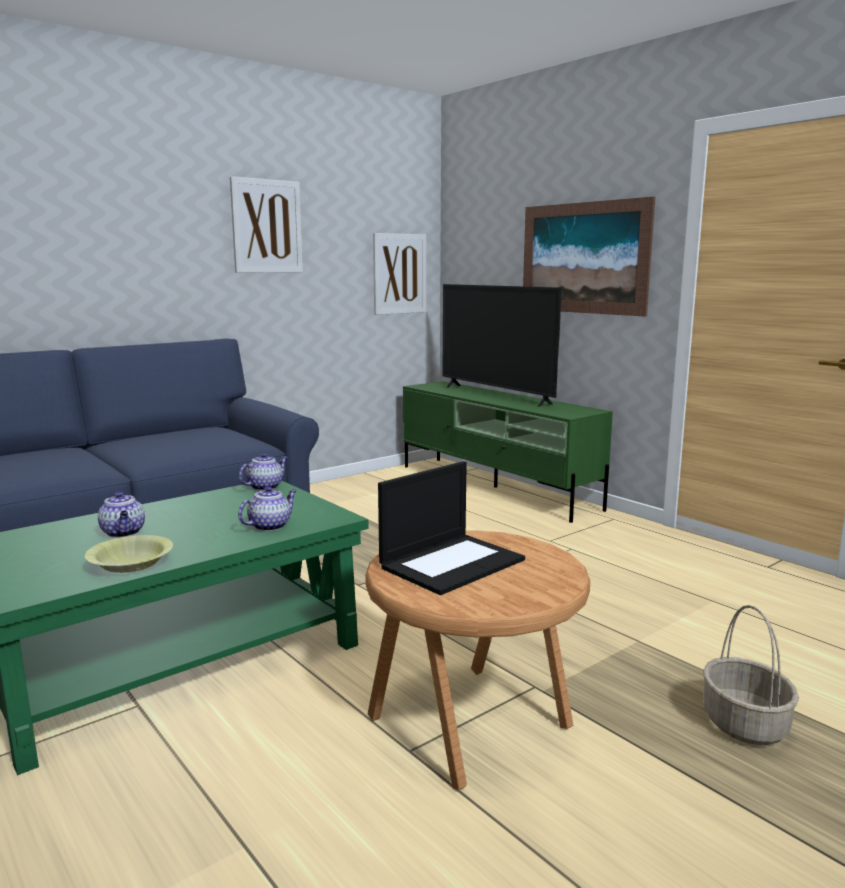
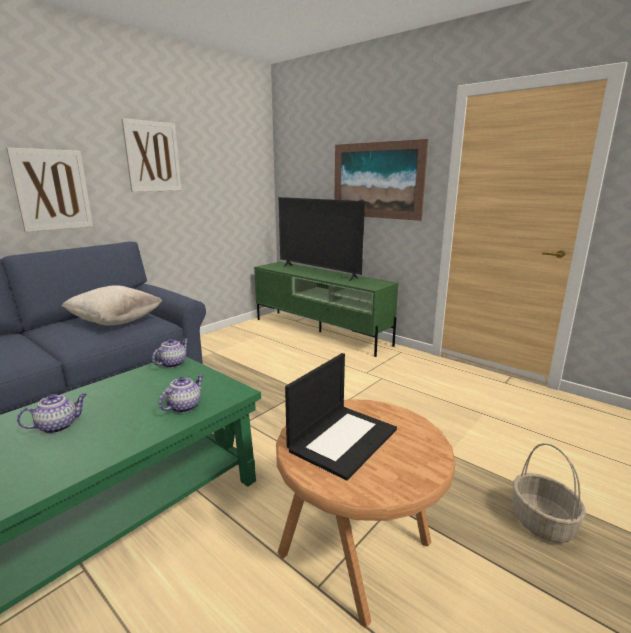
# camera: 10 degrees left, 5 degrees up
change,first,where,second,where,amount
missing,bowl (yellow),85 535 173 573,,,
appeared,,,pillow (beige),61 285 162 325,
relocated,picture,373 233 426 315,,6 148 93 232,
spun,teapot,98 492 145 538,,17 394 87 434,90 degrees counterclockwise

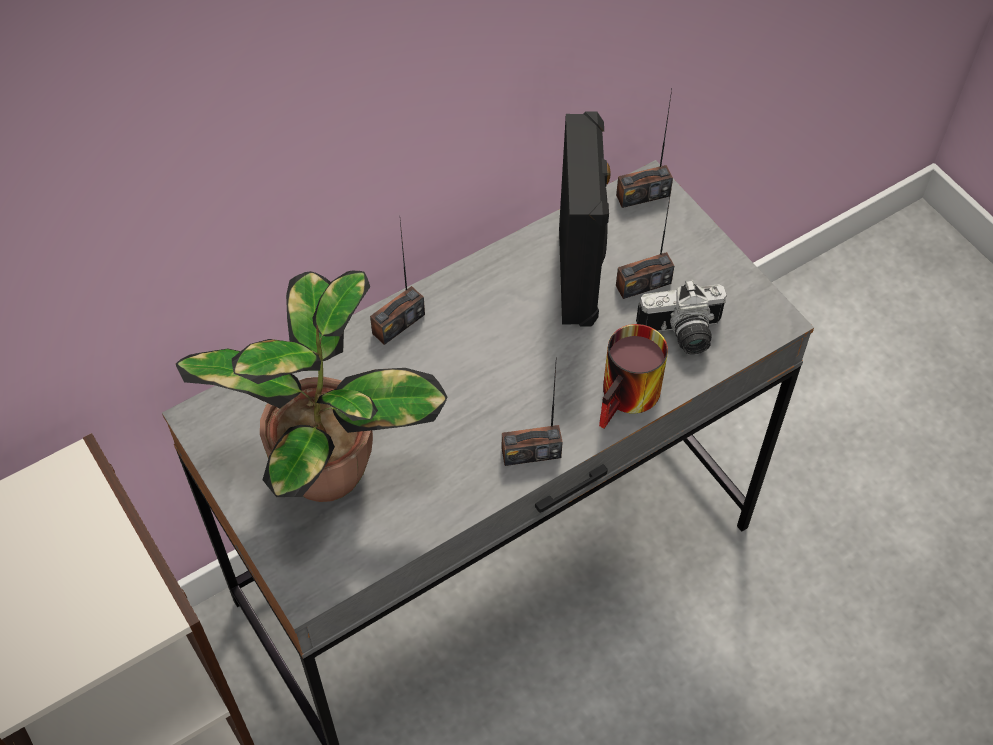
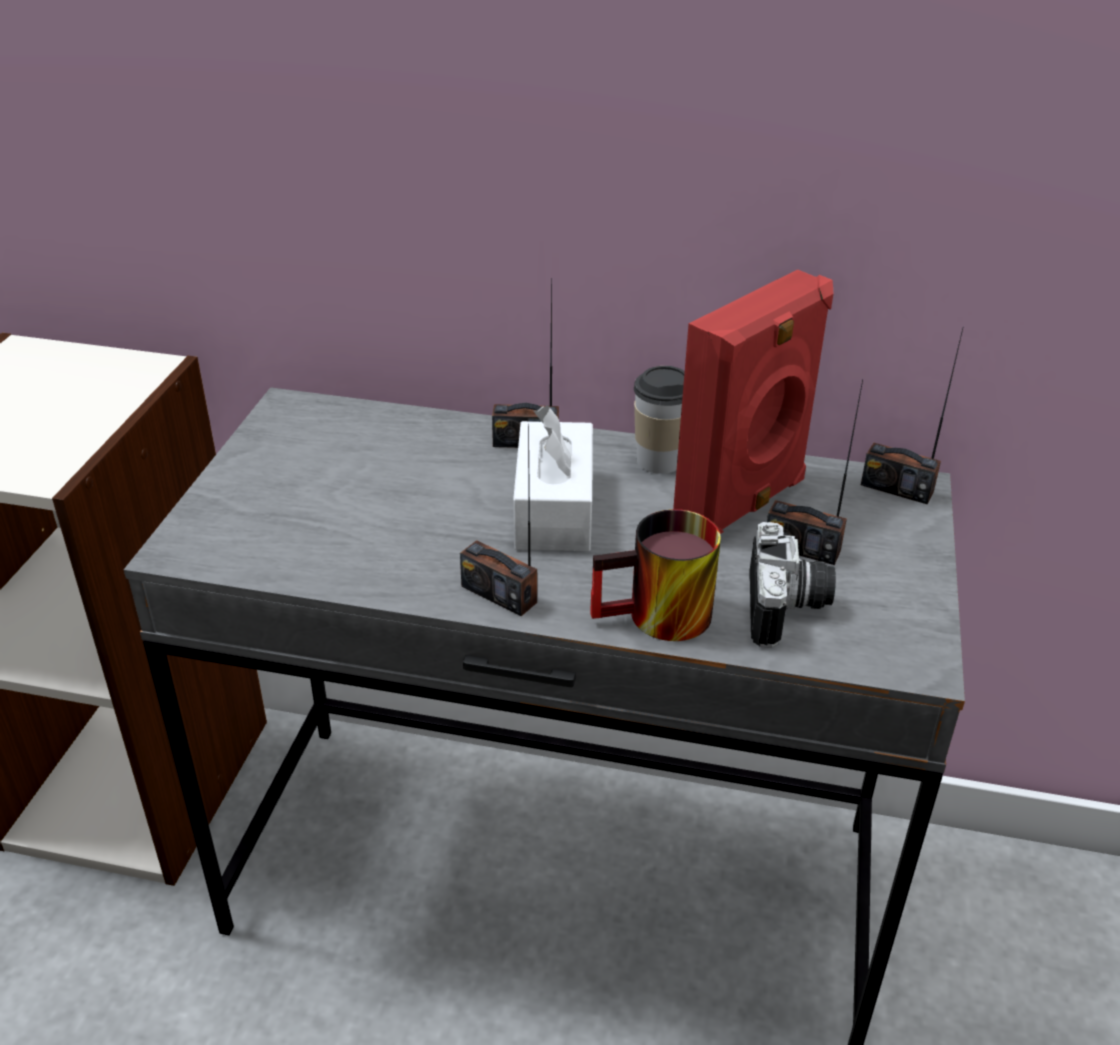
# camera: 45 degrees right, 20 degrees down
change,first,where,second,where,amount
missing,potted plant,176 271 448 502,,,
appeared,,,tissue box (white),513 405 593 551,
appeared,,,cup,634 366 685 474,
colour,speaker (black),559 112 611 327,speaker (red),673 270 834 534,
spun,photo camera,636 280 726 355,,749 522 836 648,120 degrees counterclockwise

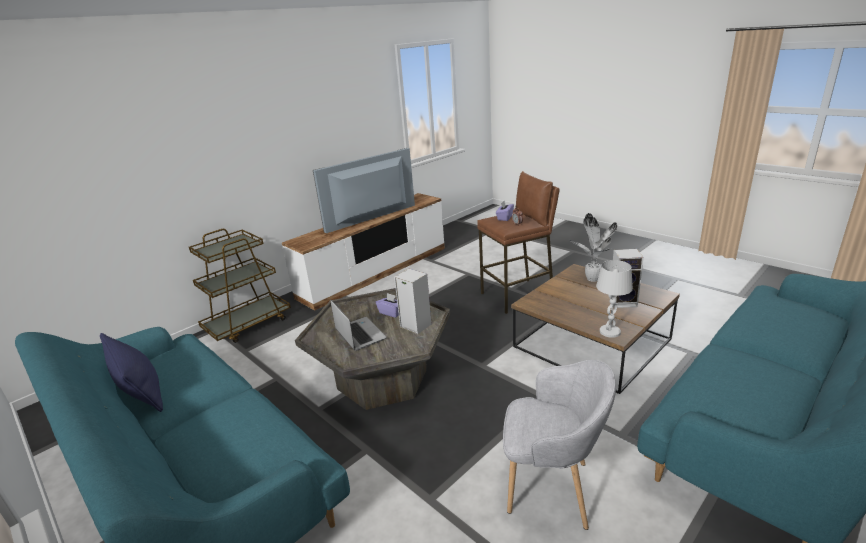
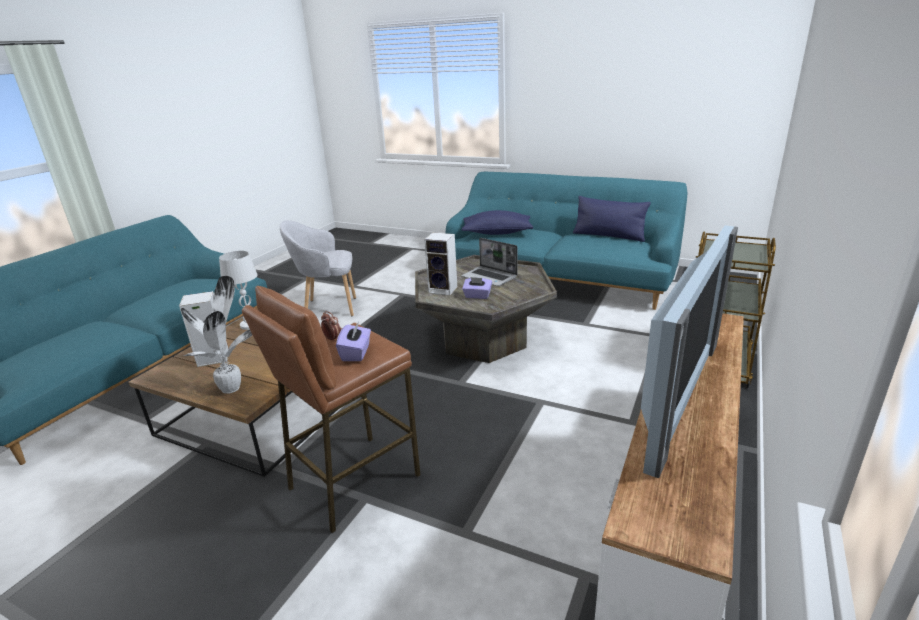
# camera: 160 degrees right, 0 degrees up
change,first,where,second,where,amount
appeared,,,pillow (blue),462 210 533 235,

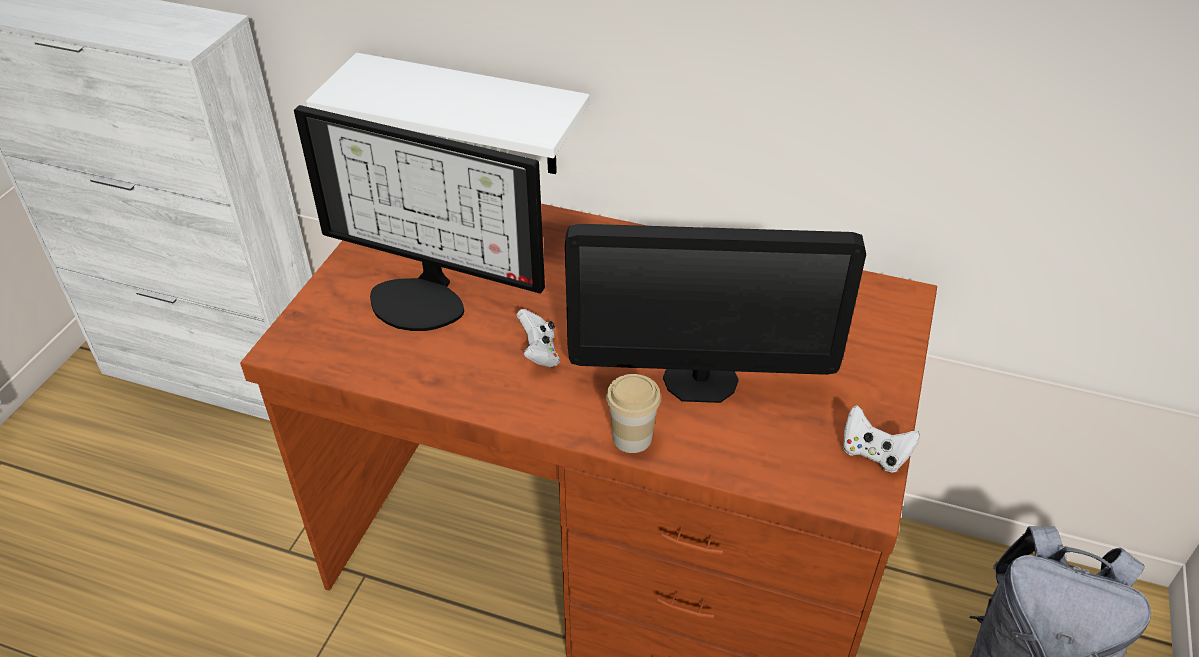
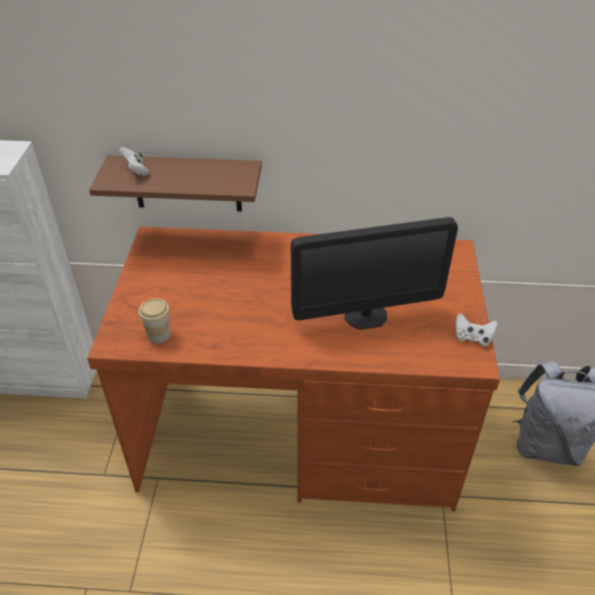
# camera: 15 degrees left, 0 degrees up
change,first,where,second,where,amount
missing,monitor,294 105 545 331,,,
relocated,game controller (white),516 309 560 367,,119 147 149 176,
relocated,cup,606 374 661 453,,138 298 170 344,
colour,shelf (white),306 53 590 174,shelf (brown),89 155 262 212,

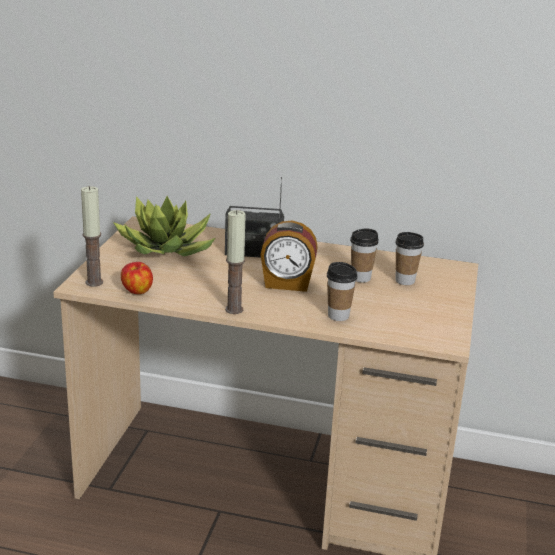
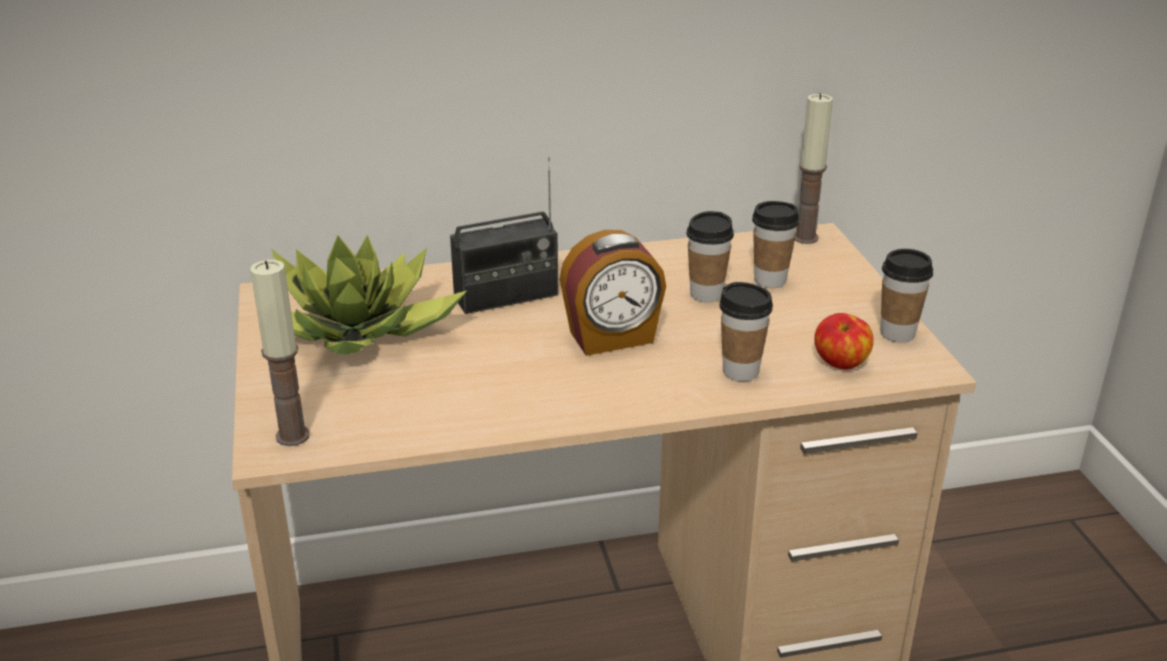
# camera: 25 degrees left, 5 degrees up
change,first,where,second,where,amount
appeared,,,cup,880 249 933 343,
relocated,apple,121 262 153 294,,814 313 874 369,
relocated,candle,225 210 246 314,,795 93 833 244,

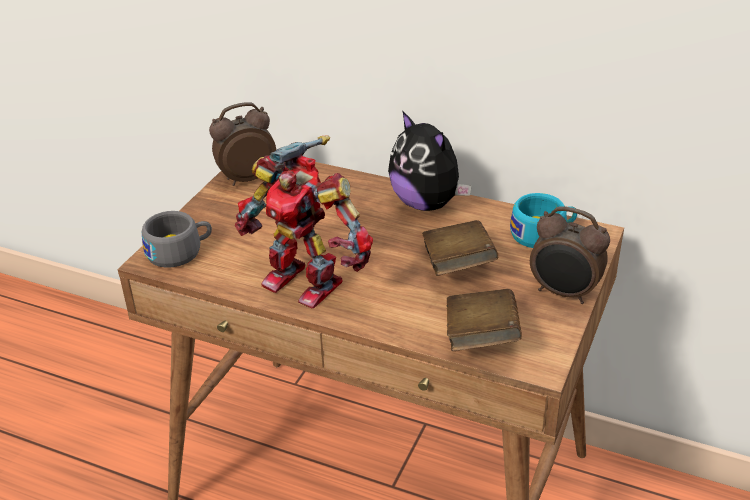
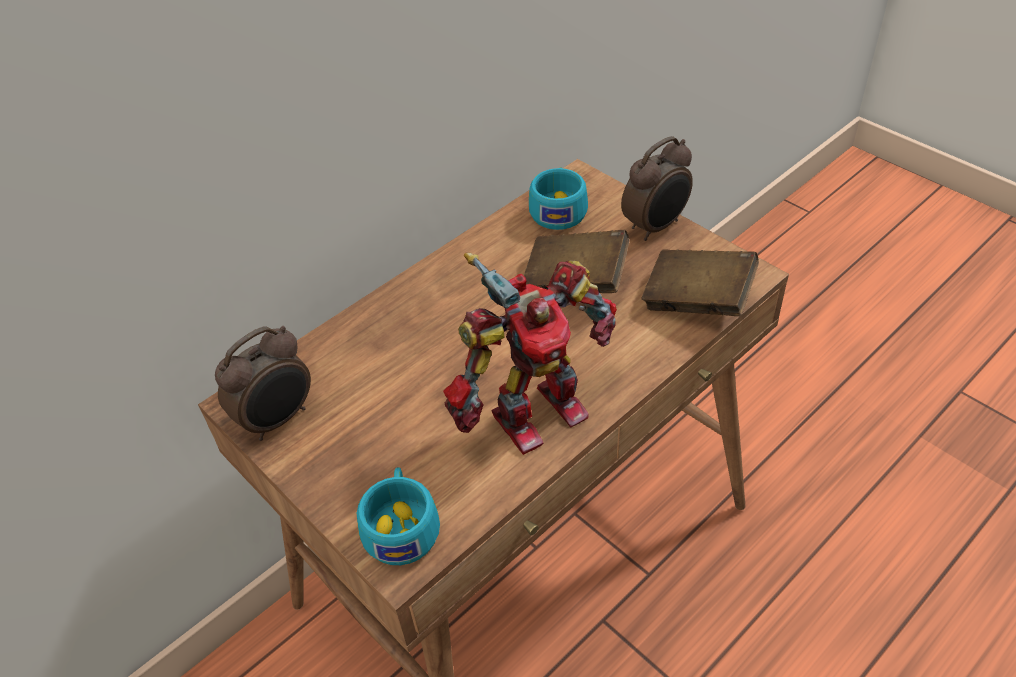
# camera: 65 degrees left, 10 degrees up
change,first,where,second,where,amount
missing,plush toy,388 110 472 211,,,
colour,cup (grey),142 211 212 268,cup (turquoise),357 467 440 565,
spun,alarm clock,209 102 276 186,,215 326 311 441,135 degrees counterclockwise

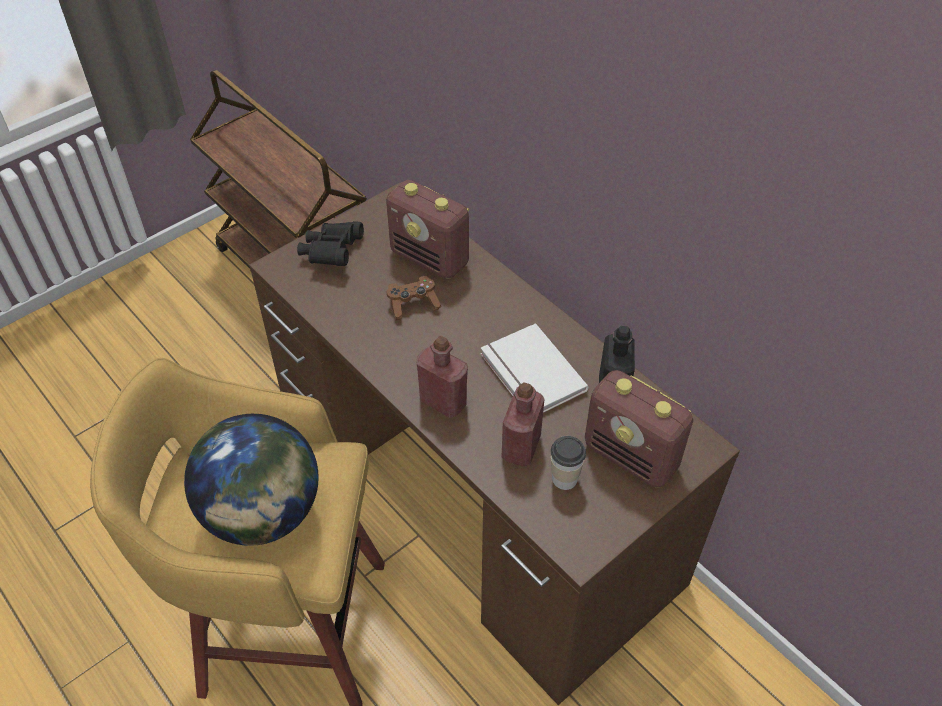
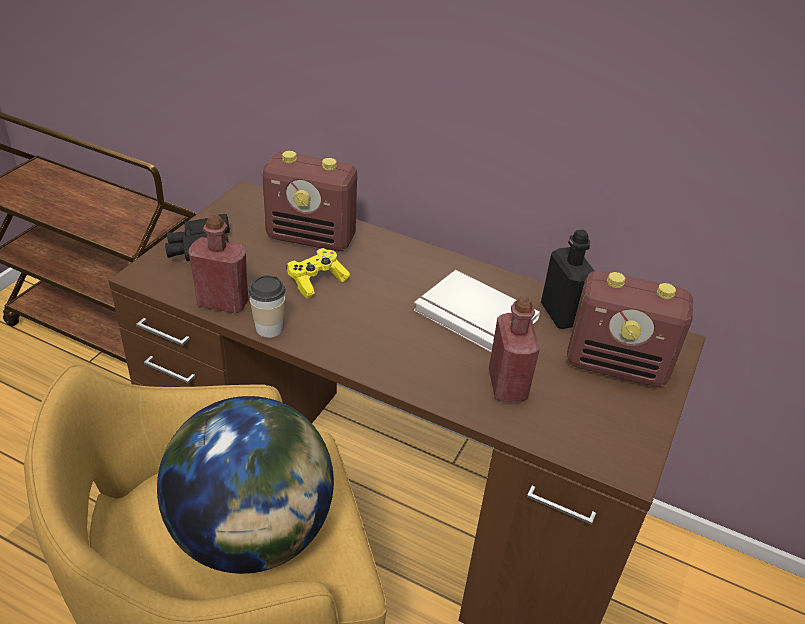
# camera: 25 degrees left, 10 degrees down
change,first,where,second,where,amount
relocated,bottle (red),416 336 468 418,,189 214 249 314,
relocated,cup,551 436 586 490,,248 275 285 338,
colour,game controller (brown),387 276 441 320,game controller (yellow),287 248 350 299,

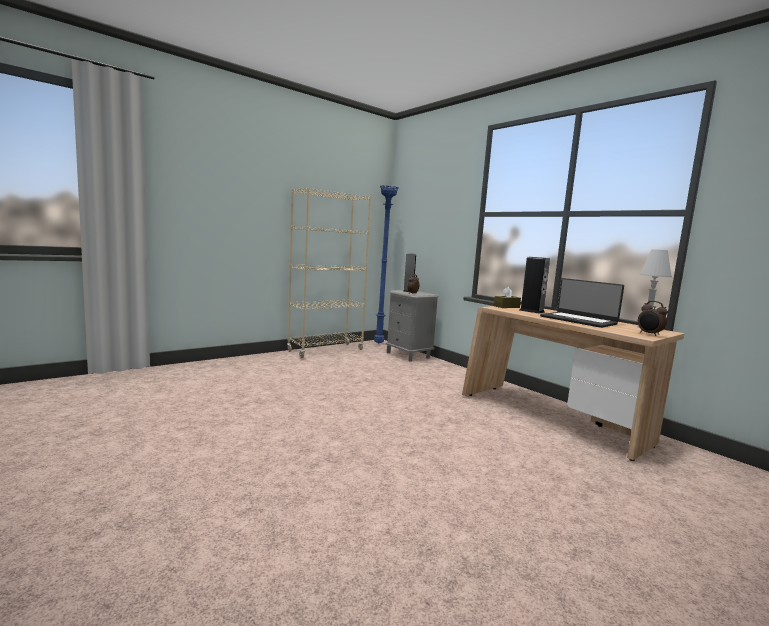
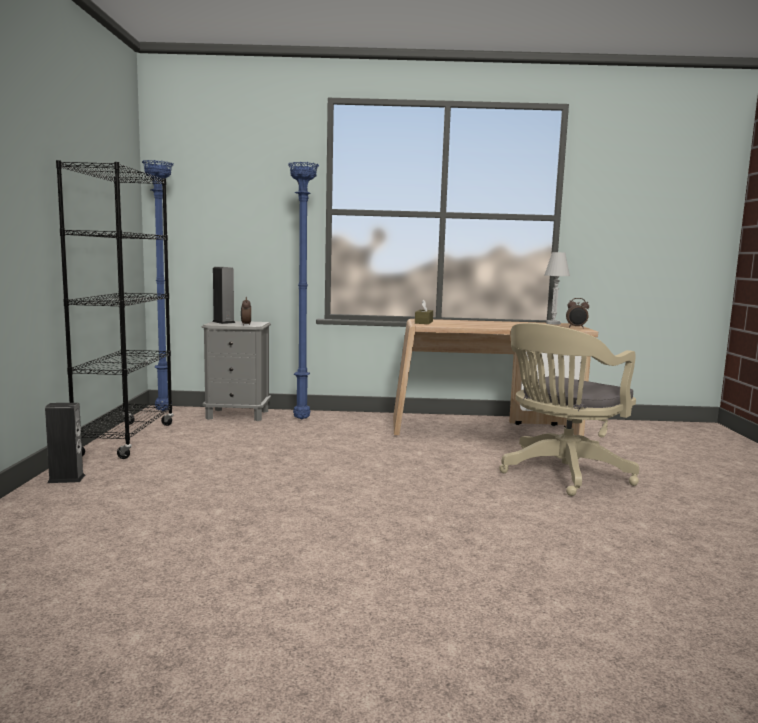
# camera: 50 degrees left, 0 degrees up
change,first,where,second,where,amount
missing,laptop,540 278 624 328,,,
appeared,,,floor lamp (blue),288 162 319 420,
appeared,,,office chair (beige),499 323 639 496,
relocated,speaker,520 257 550 314,,45 403 85 483,
colour,bookcase (beige),287 187 371 358,bookcase (black),56 160 174 459,

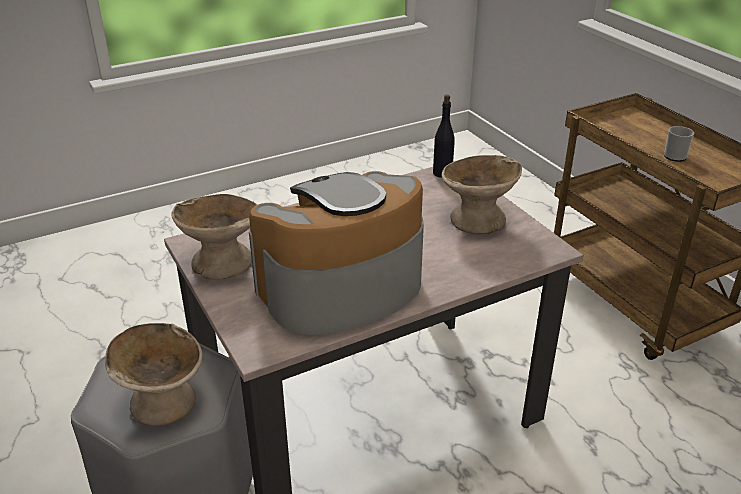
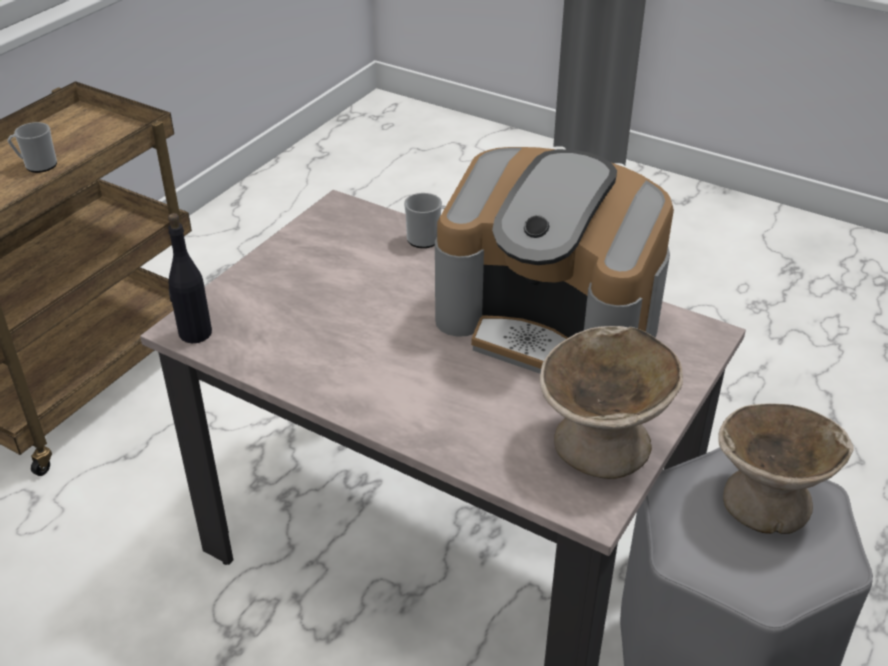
# camera: 120 degrees left, 5 degrees up
change,first,where,second,where,amount
missing,bowl (beige),442 155 522 234,,,
appeared,,,mug,404 193 446 248,

